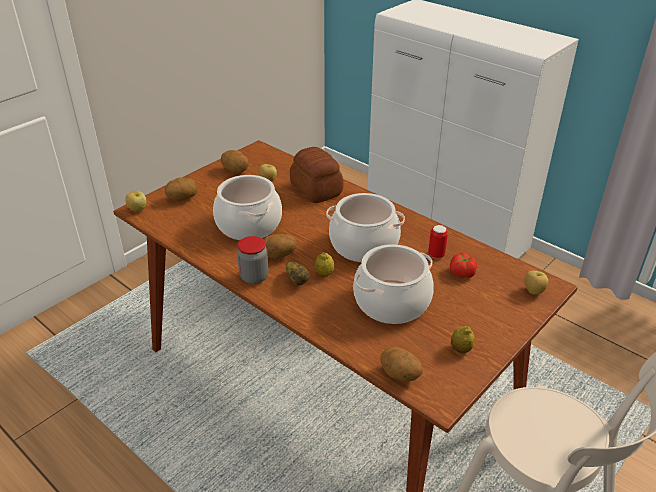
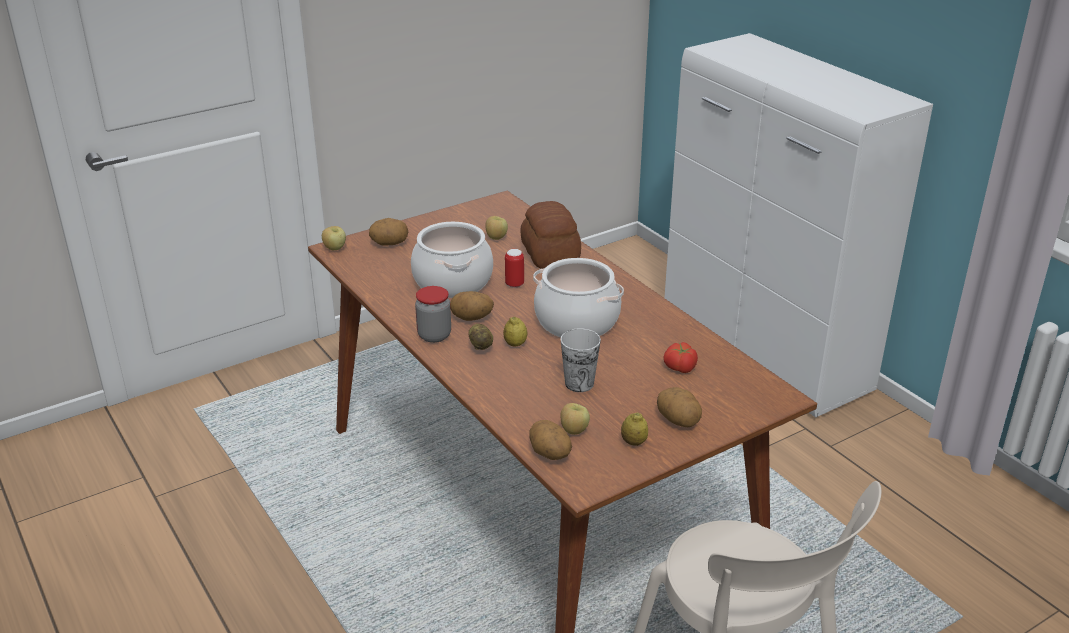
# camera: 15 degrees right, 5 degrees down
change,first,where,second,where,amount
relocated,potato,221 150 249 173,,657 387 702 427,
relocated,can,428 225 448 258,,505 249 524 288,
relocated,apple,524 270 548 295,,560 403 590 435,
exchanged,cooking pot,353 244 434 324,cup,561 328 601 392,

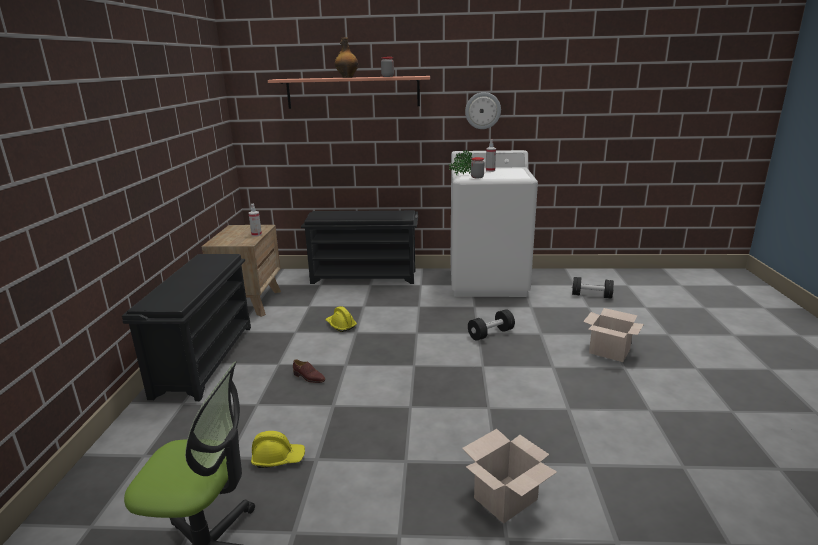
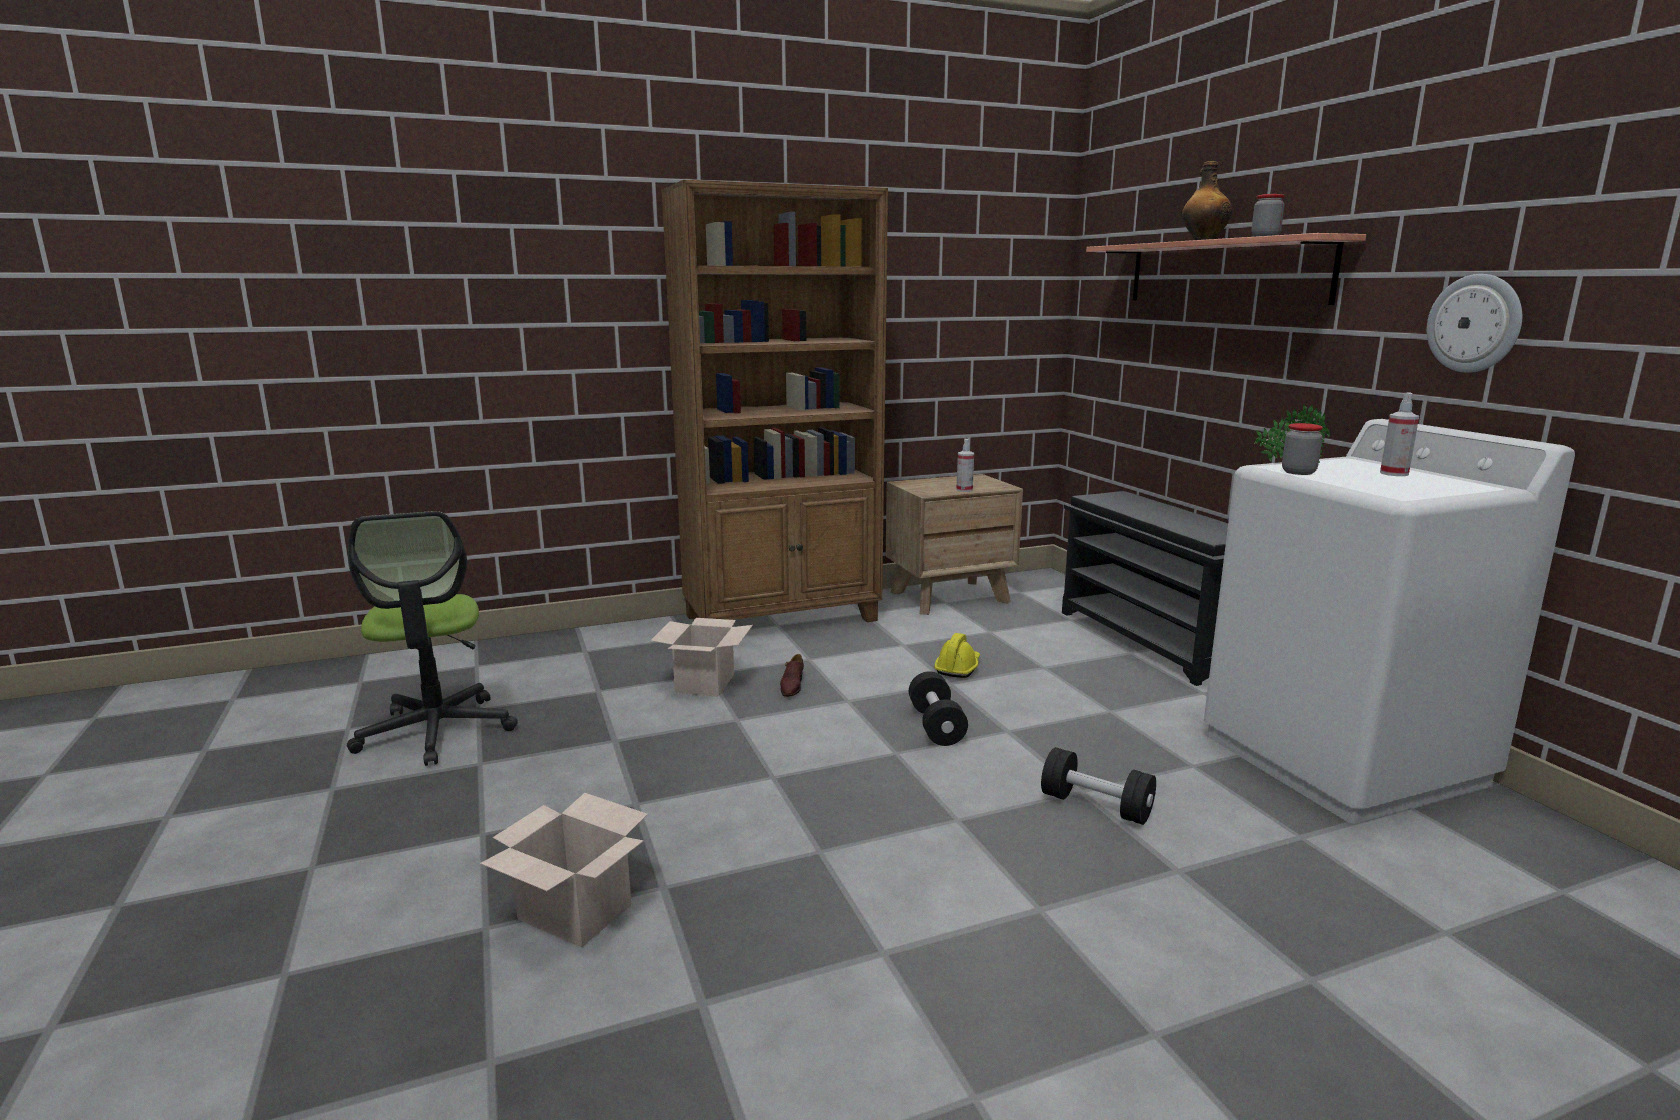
# camera: 65 degrees right, 5 degrees down
change,first,where,second,where,amount
missing,hard hat (yellow),251 431 305 468,,,
relocated,dumbbell (black),572 277 614 299,,909 671 968 746,
relocated,cardboard box,583 308 644 362,,651 618 753 697,
exchanged,shoe rack (black),122 254 251 401,bookcase (brown),661 180 888 622,

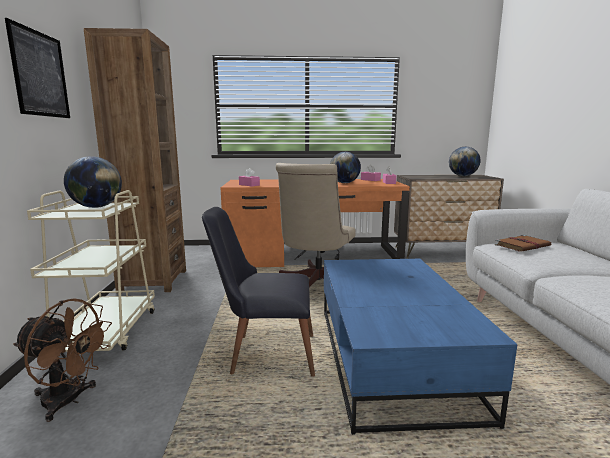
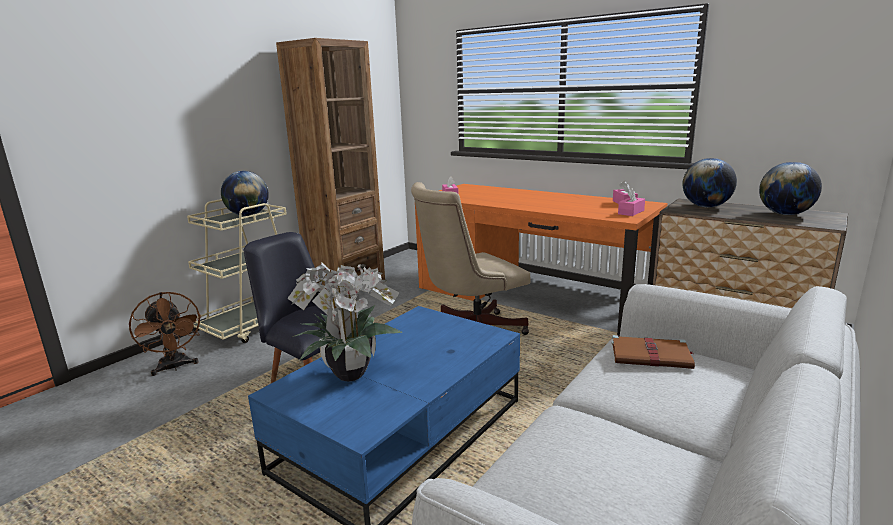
# camera: 40 degrees right, 5 degrees up
change,first,where,second,where,amount
missing,picture,5 18 70 118,,,
appeared,,,potted plant,287 262 402 381,
relocated,globe,330 152 361 183,,683 158 737 207,

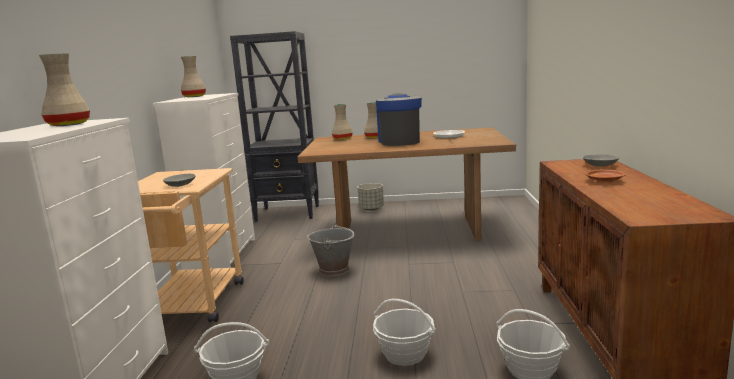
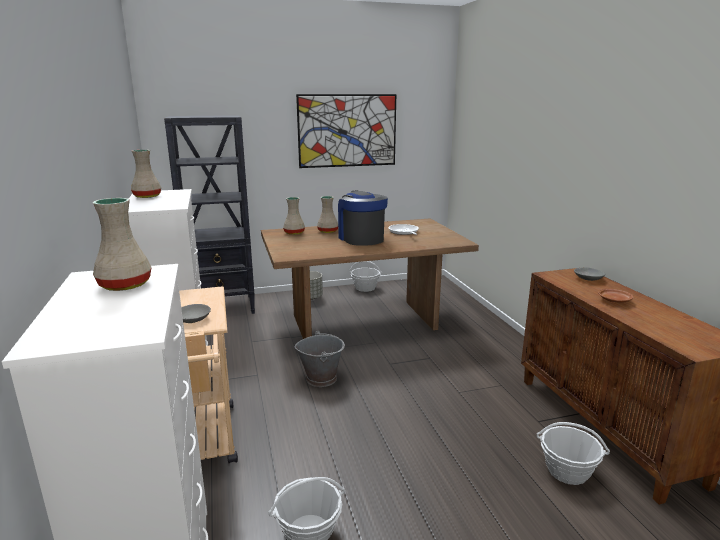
# camera: 20 degrees left, 5 degrees up
change,first,where,second,where,amount
appeared,,,picture,296 94 396 168,
relocated,basket,373 299 436 366,,349 261 382 292,

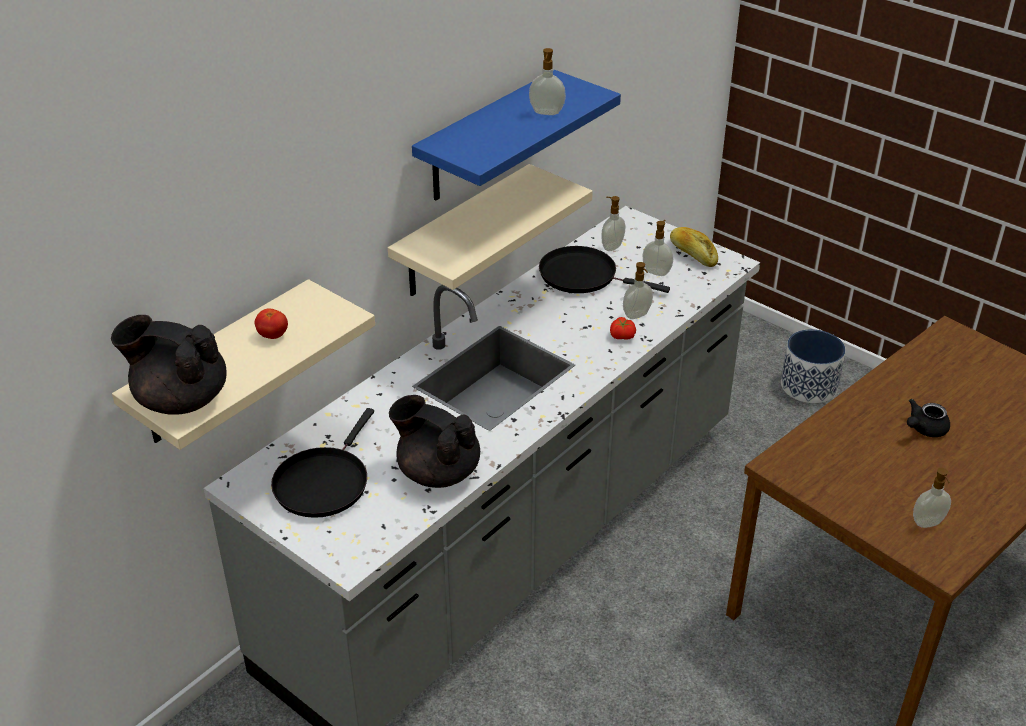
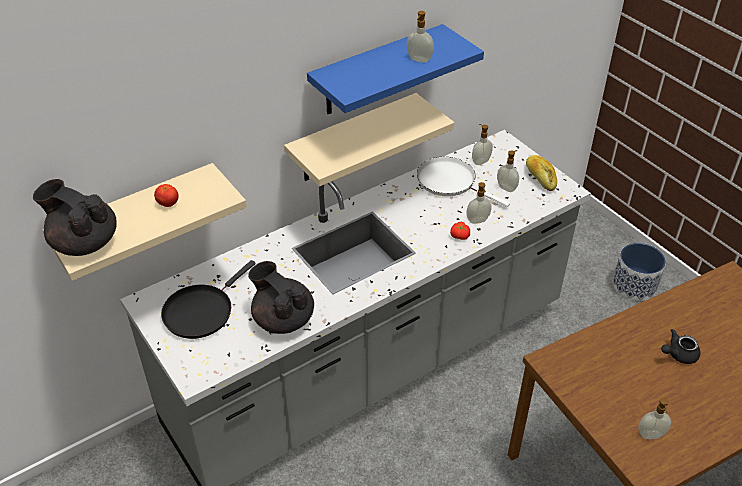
# camera: 15 degrees right, 5 degrees up
change,first,where,second,where,amount
colour,frying pan (black),539 246 670 293,frying pan (white),417 157 510 207,

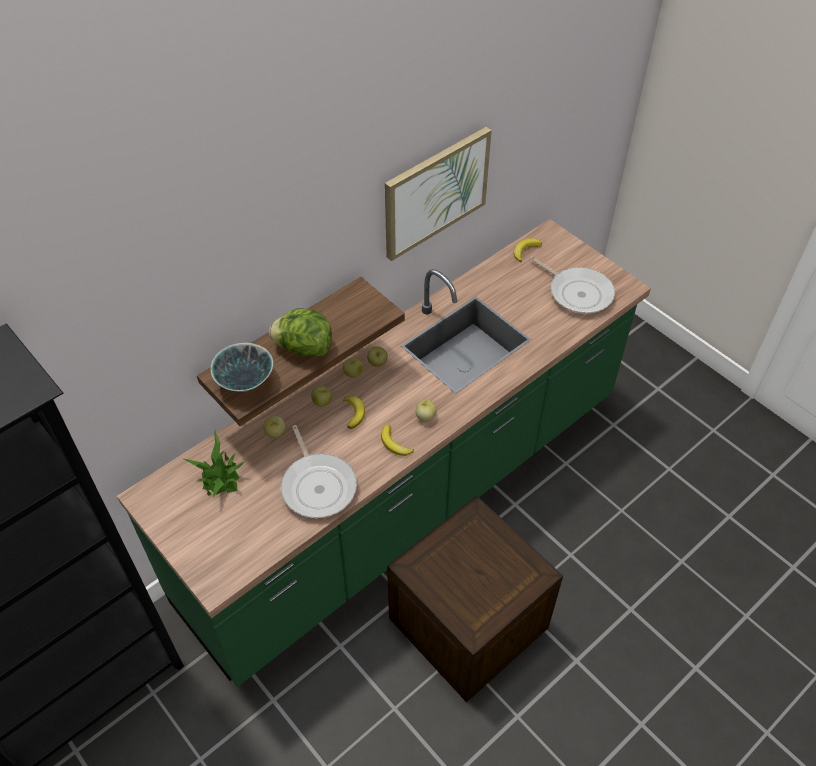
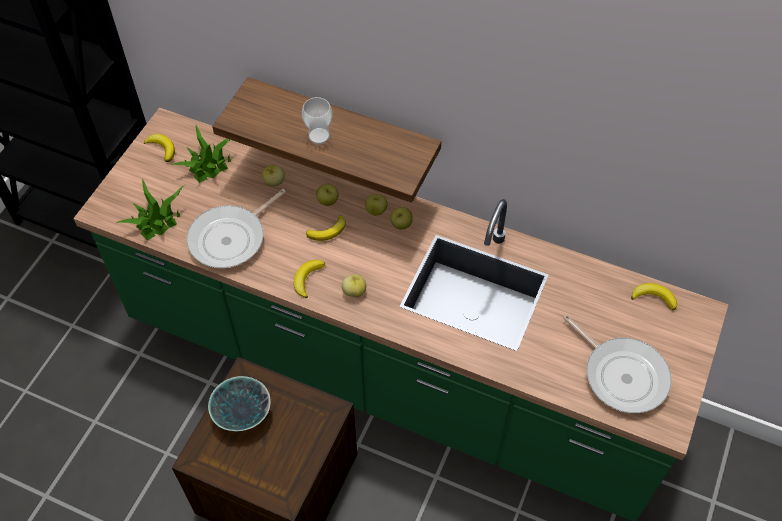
# camera: 65 degrees right, 5 degrees up
change,first,where,second,where,amount
missing,picture,385 127 492 261,,,
appeared,,,potted plant,117 178 185 240,
appeared,,,banana,144 134 175 162,
relocated,bowl,211 343 273 392,,208 376 271 431,
exchanged,lettuce,269 308 332 357,cup,302 97 333 144,
spun,frying pan,530 256 615 314,,563 315 672 413,60 degrees counterclockwise

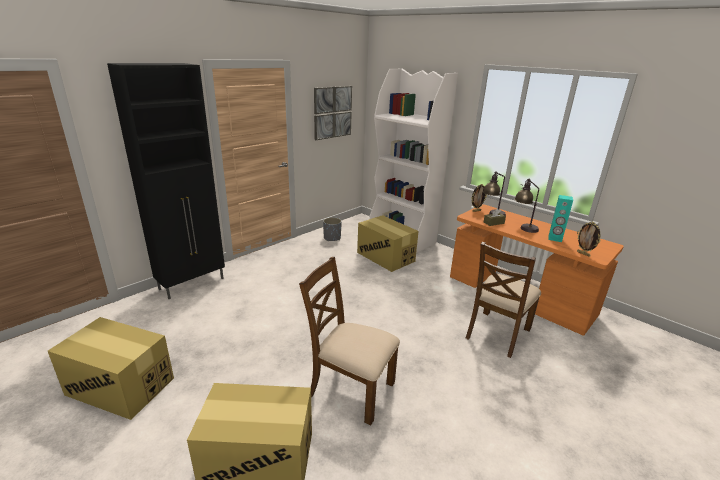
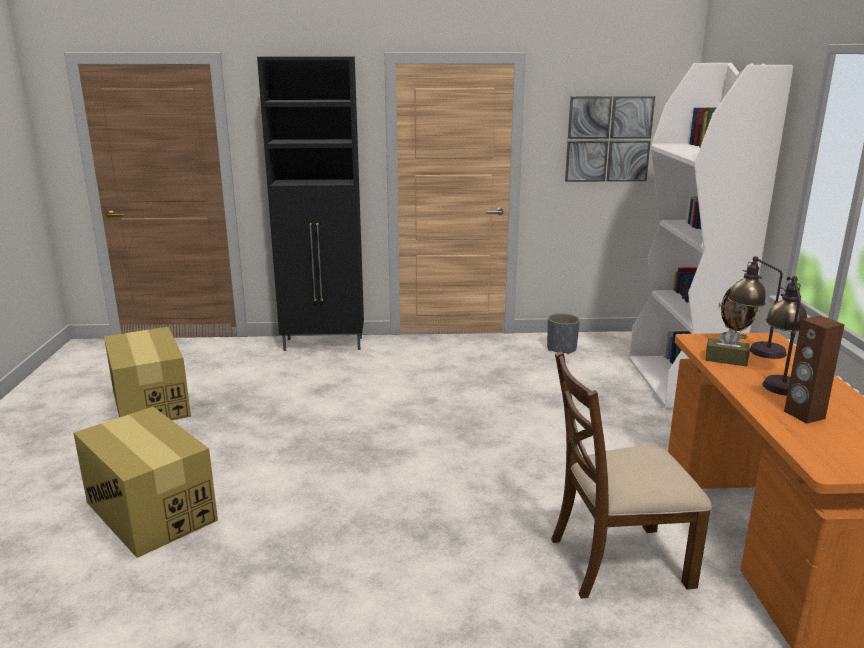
# camera: 45 degrees right, 5 degrees down
change,first,where,second,where,amount
missing,chair (brown),299 257 400 425,,,
missing,cardboard box,357 215 419 272,,,
missing,picture frame,577 222 601 257,,,
colour,speaker (turquoise),548 195 573 242,speaker (brown),784 316 845 424,

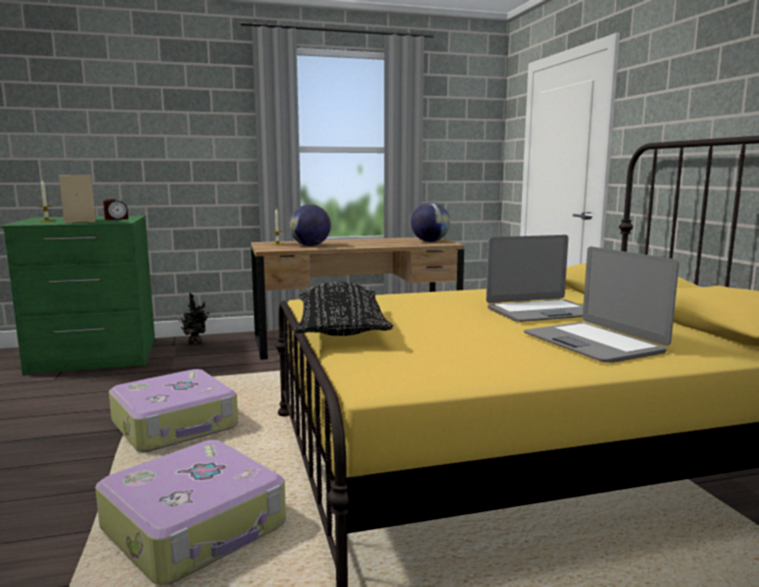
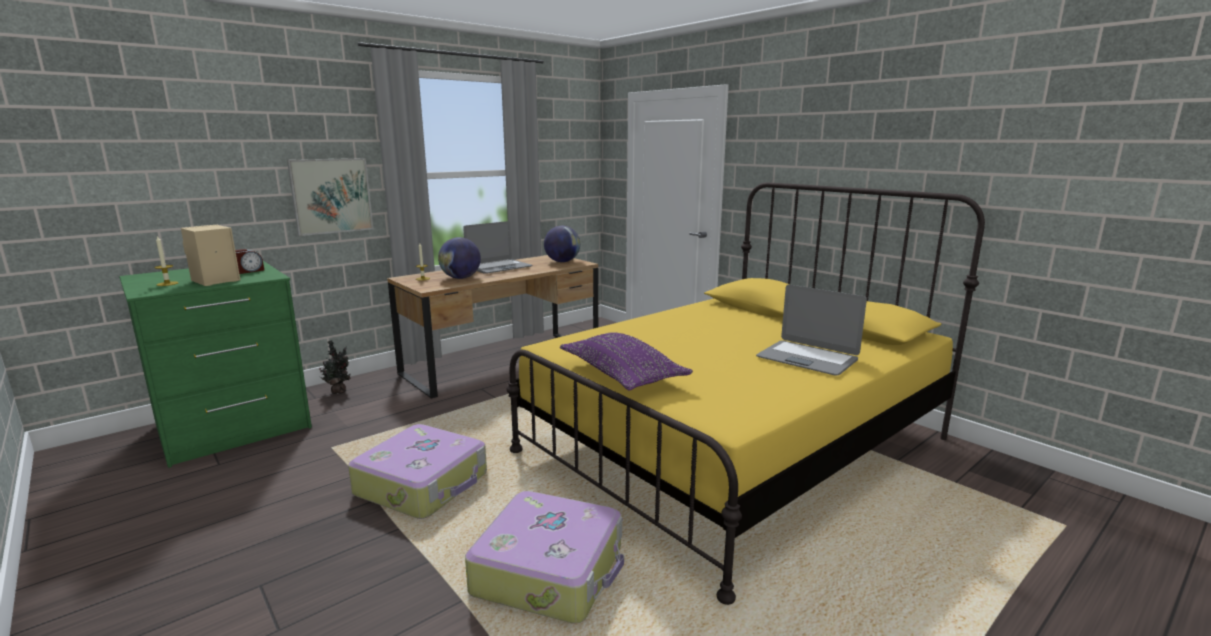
# camera: 25 degrees left, 5 degrees up
change,first,where,second,where,amount
appeared,,,picture,287 158 373 236,
relocated,laptop,486 235 583 322,,463 221 533 274,
colour,pillow (black),295 282 393 336,pillow (purple),560 332 693 391,

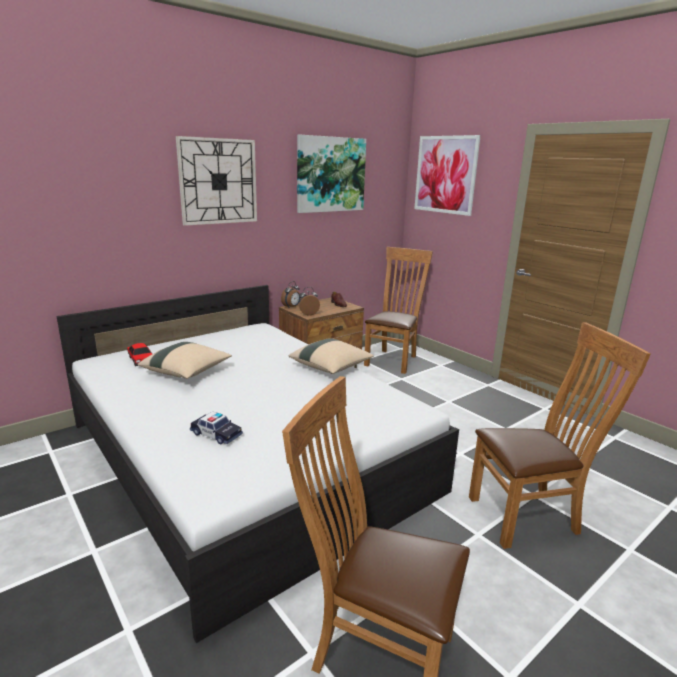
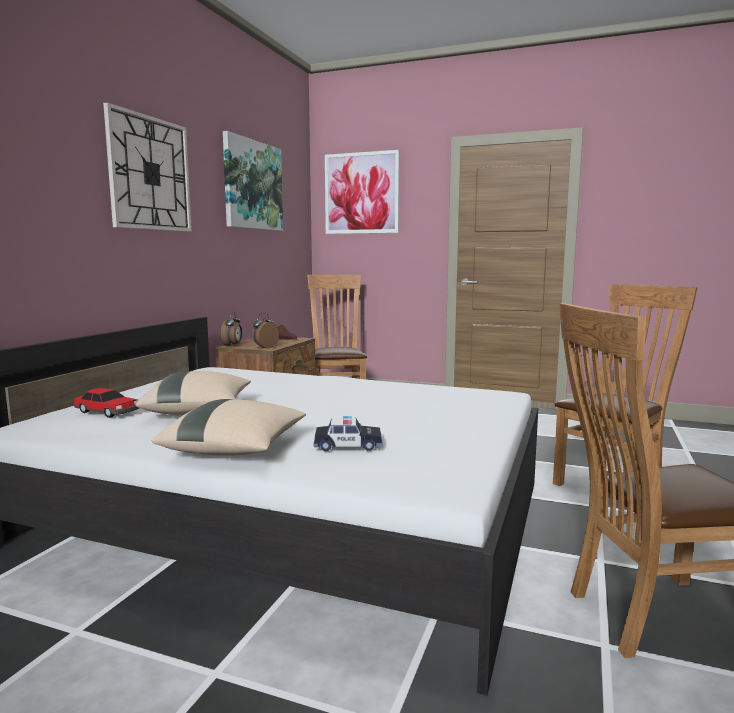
# camera: 30 degrees left, 10 degrees down
change,first,where,second,where,amount
relocated,pillow (beige),289 338 374 374,,152 399 306 455,

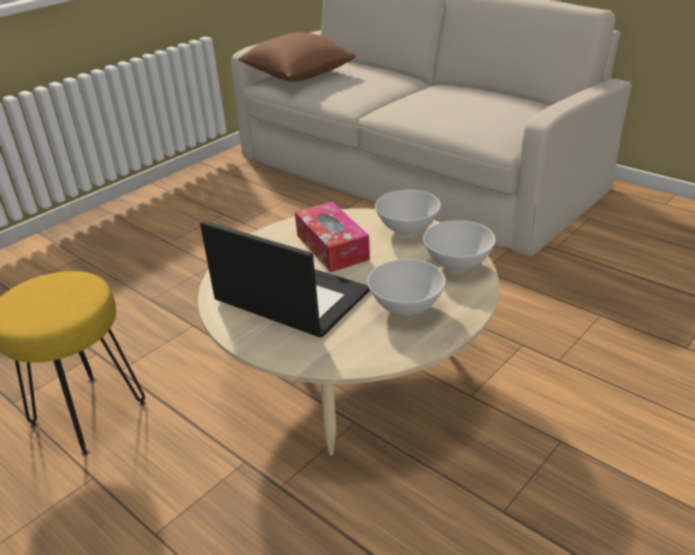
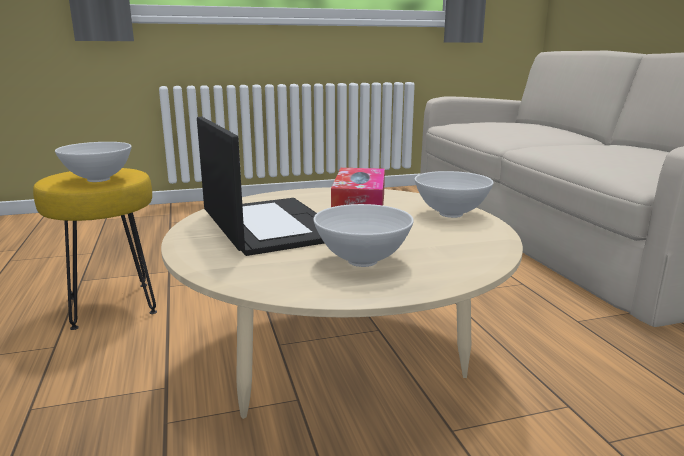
# camera: 30 degrees right, 15 degrees down
change,first,where,second,where,amount
missing,pillow (brown),238 32 356 82,,,
relocated,bowl (white),423 220 496 272,,55 142 132 182,

